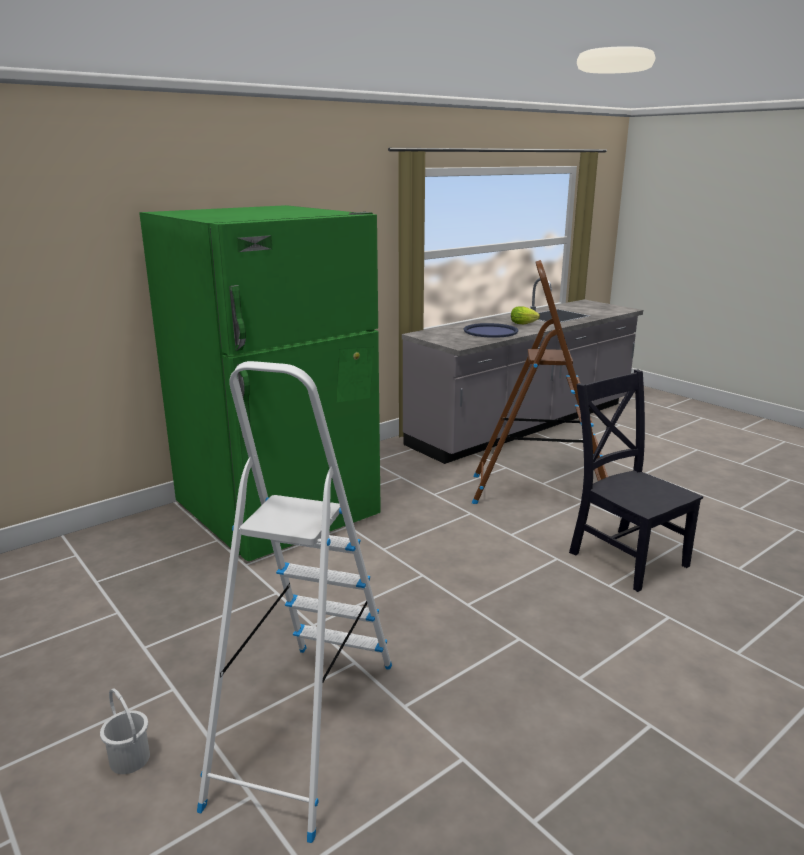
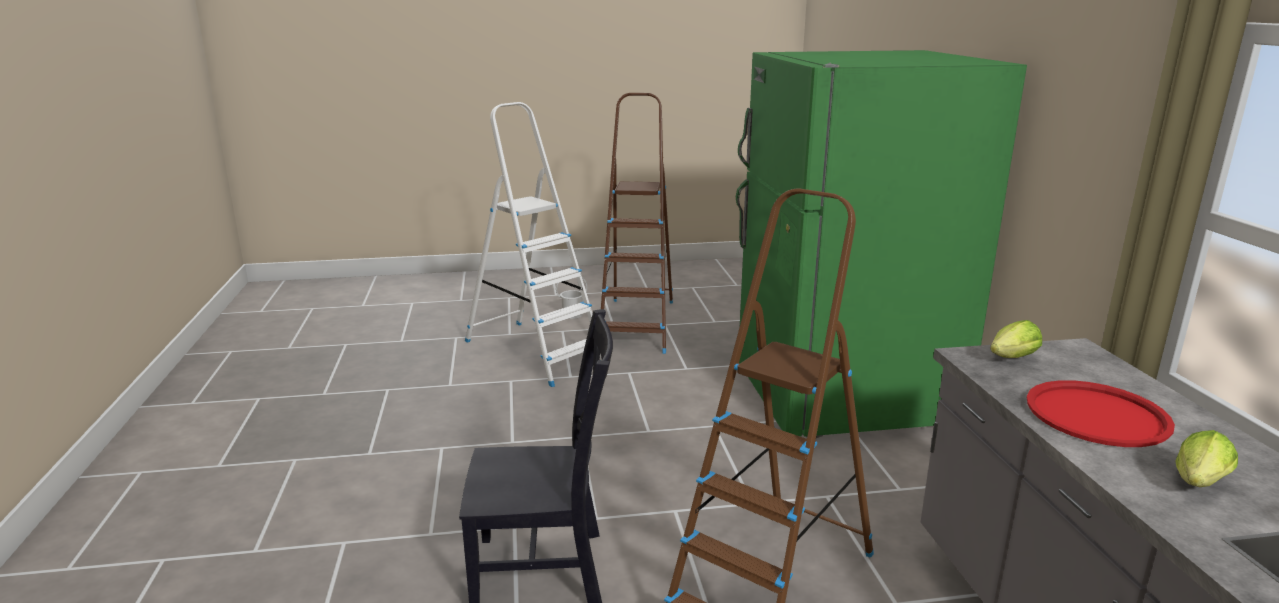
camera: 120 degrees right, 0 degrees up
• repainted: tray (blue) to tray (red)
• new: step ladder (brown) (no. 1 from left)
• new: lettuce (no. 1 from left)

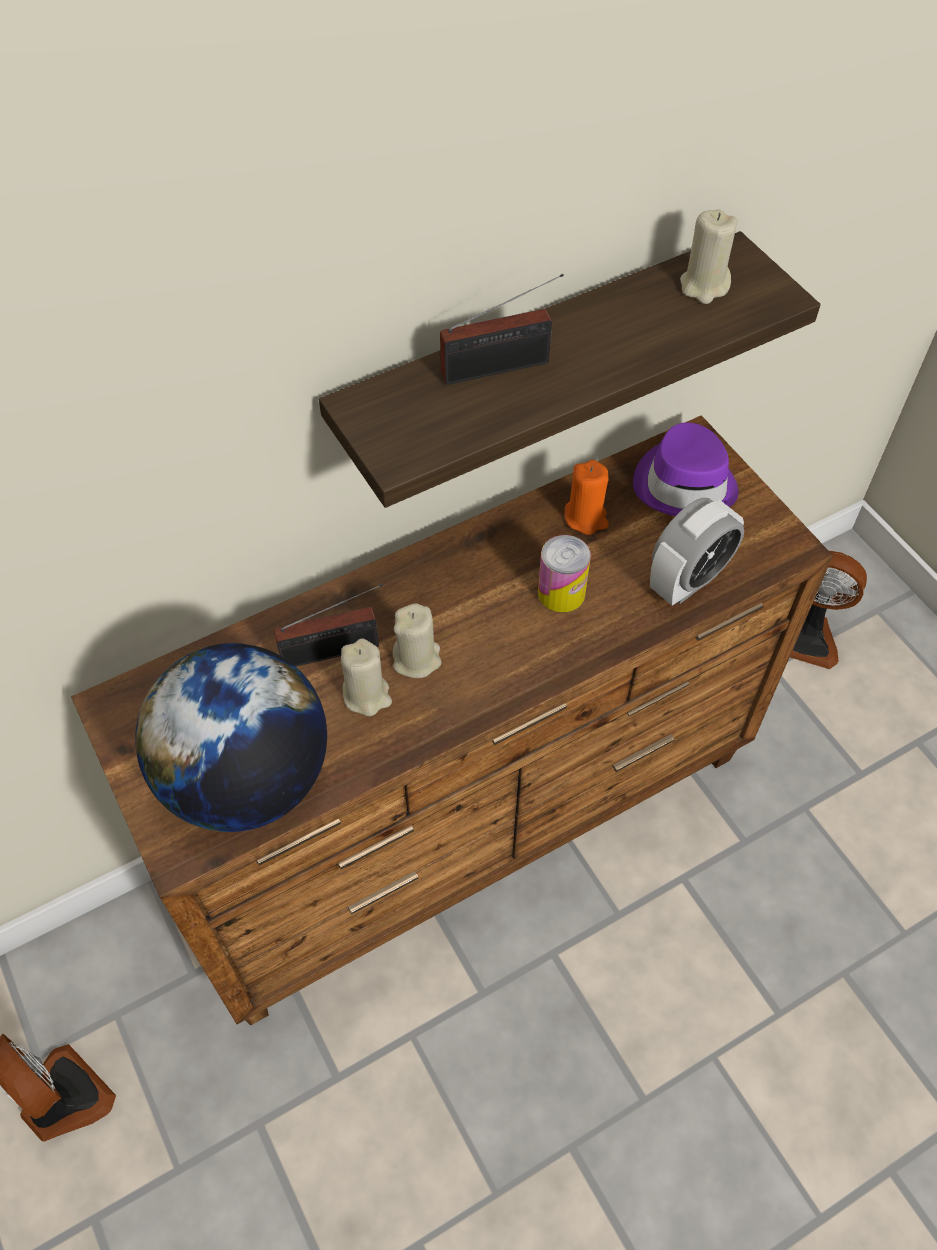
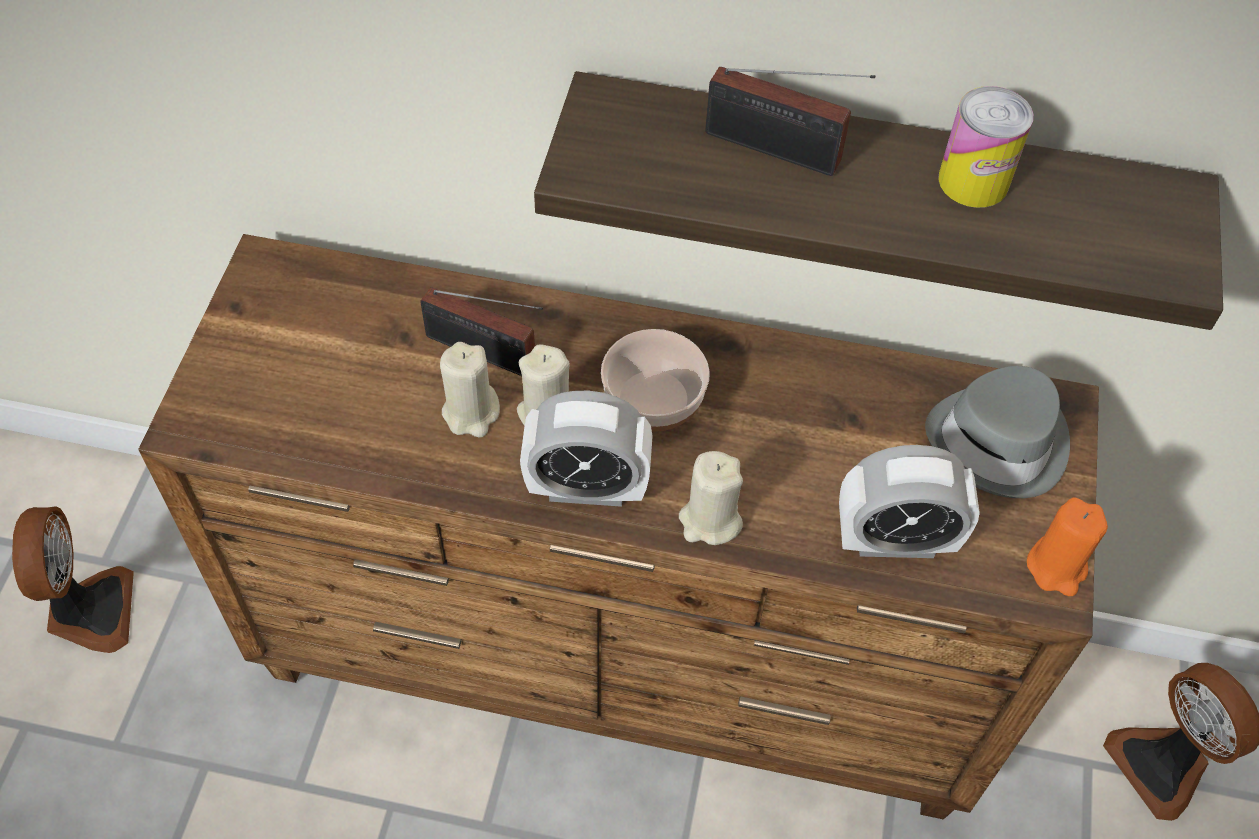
camera: 40 degrees right, 0 degrees up
• gone: globe
• shifted: can
• shifted: candle (orange)
• repainted: hat (purple) to hat (grey)
• shifted: candle (beige) (no. 3 from left)
• new: alarm clock (no. 1 from left)
• new: bowl

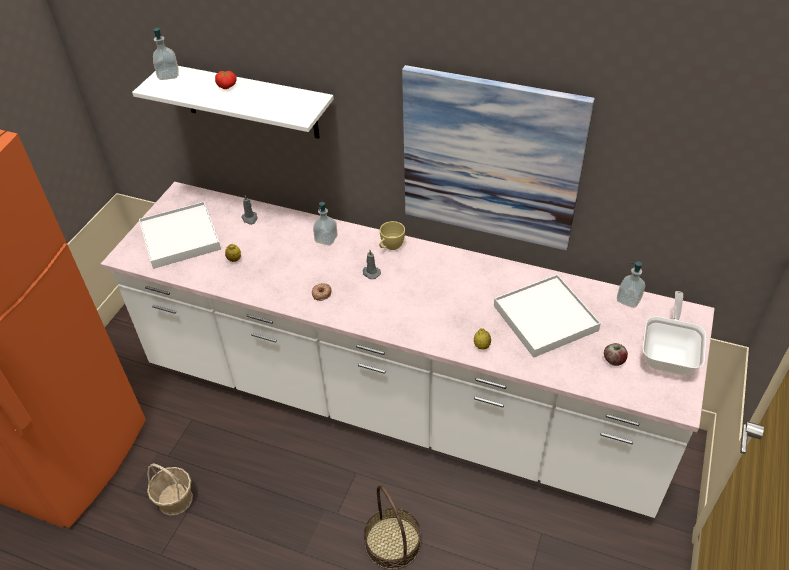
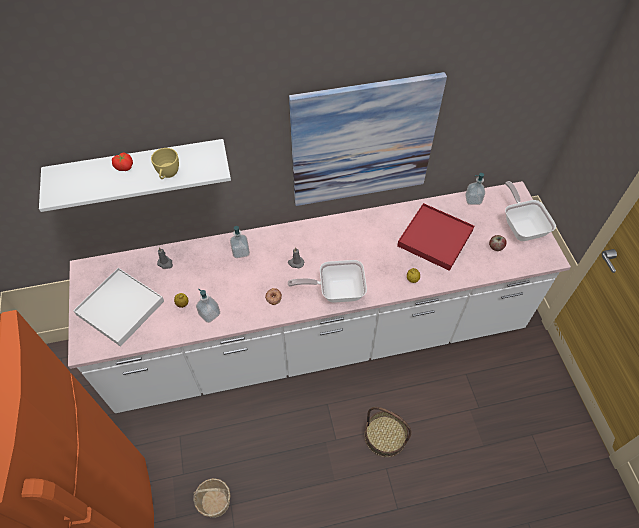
camera: 35 degrees left, 10 degrees up
• shifted: soap dispenser (no. 1 from left)
• shifted: cup (yellow)
• repainted: tray (white) (no. 2 from left) to tray (red)
• new: frying pan (no. 1 from left)

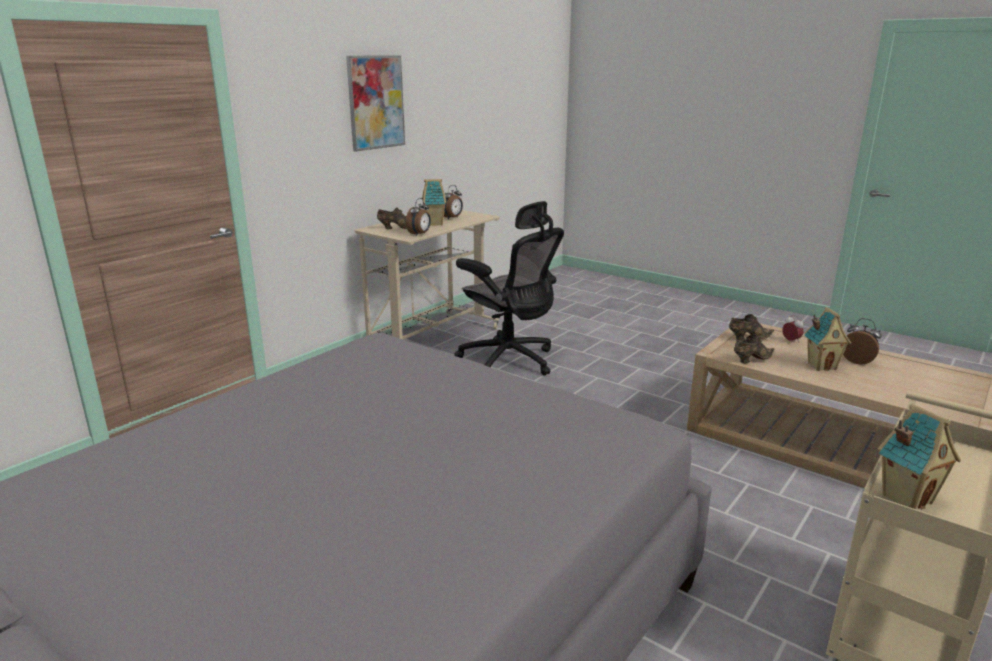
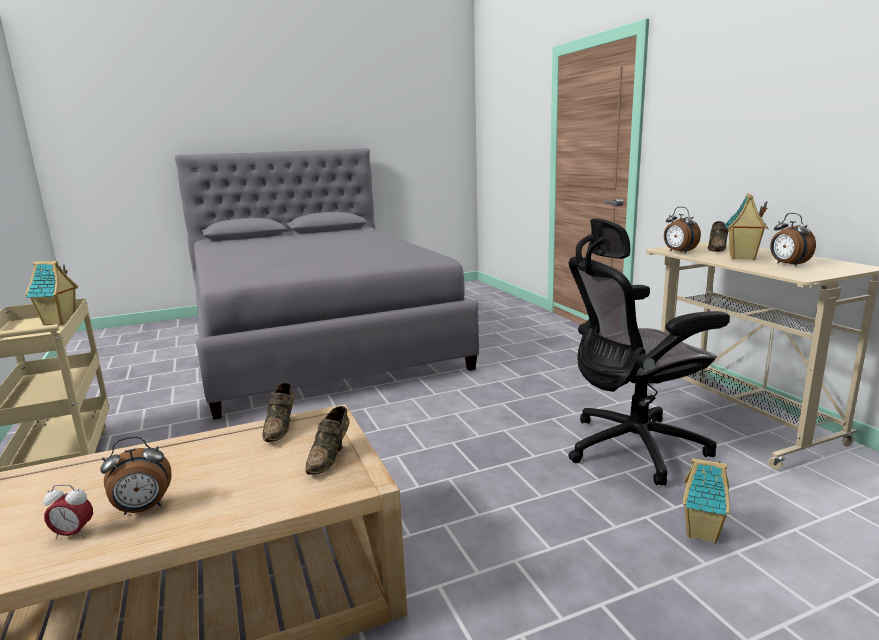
camera: 120 degrees right, 5 degrees down
• gone: picture
• shifted: alarm clock (no. 3 from left in the first image) to alarm clock (no. 1 from left)
• shifted: toy house (no. 2 from left)

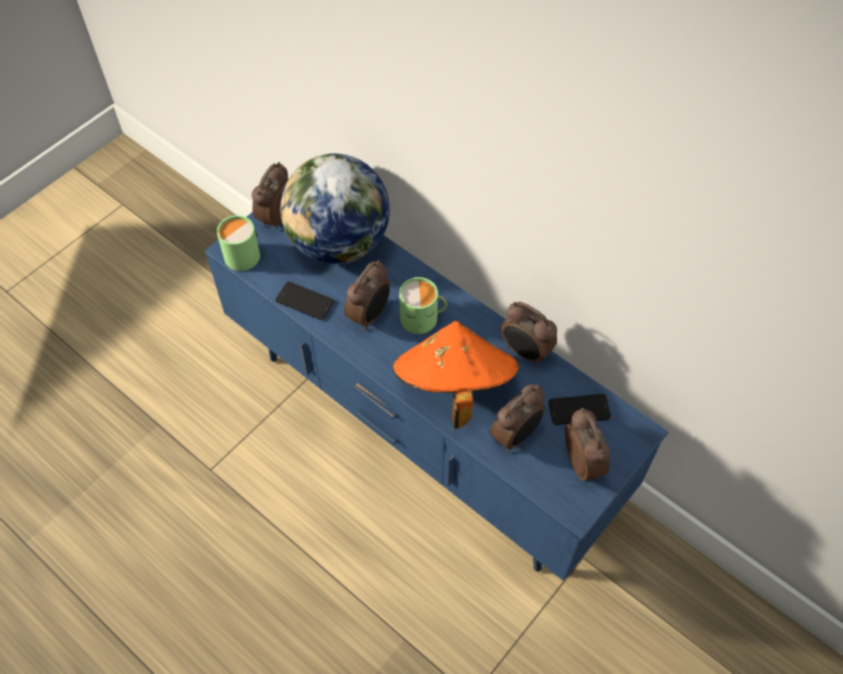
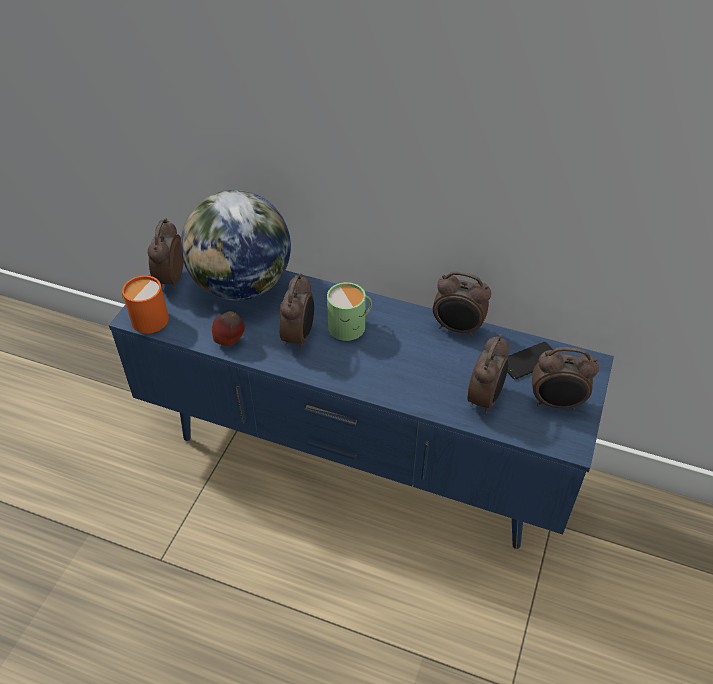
camera: 20 degrees left, 10 degrees down
• repainted: mug (green) (no. 1 from left) to mug (orange)
• swapped: phone (no. 1 from left) to apple
• gone: hat (orange)
• rotated: alarm clock (no. 5 from left) 135 degrees clockwise

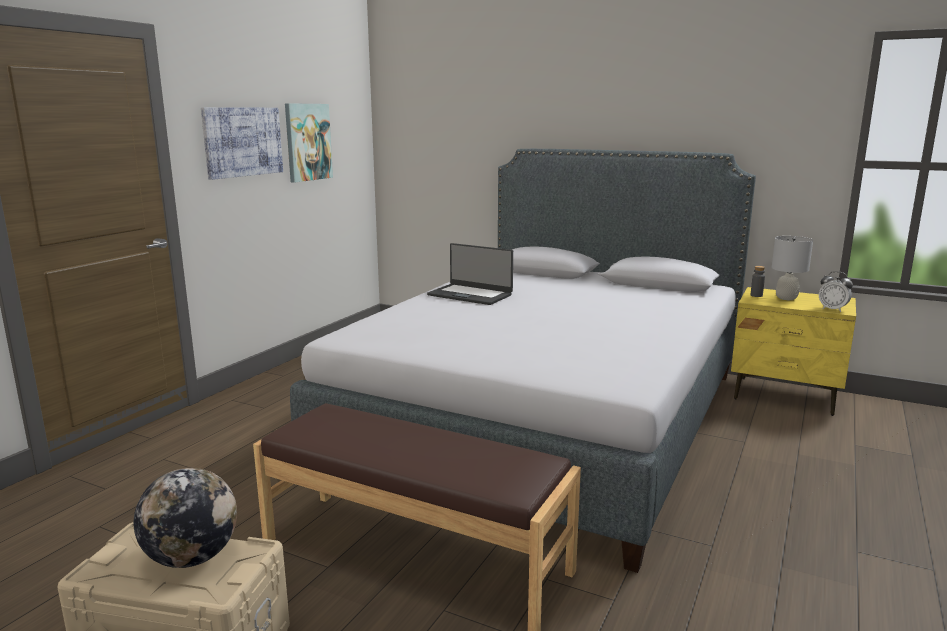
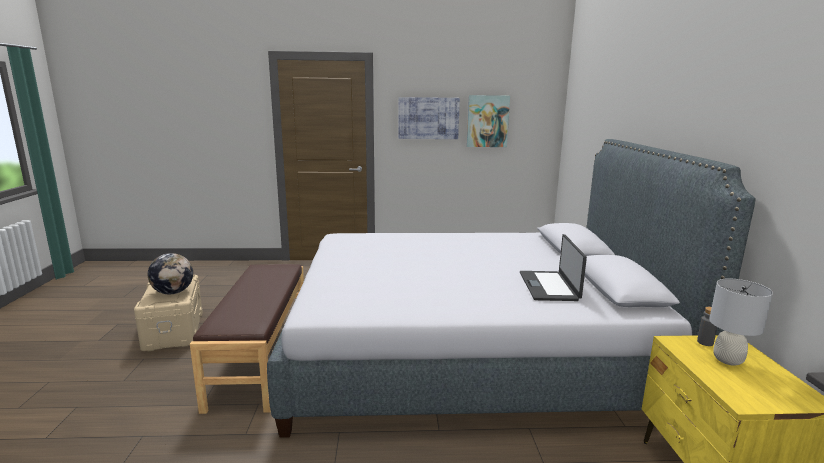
camera: 60 degrees right, 0 degrees up
• shifted: laptop
• gone: alarm clock

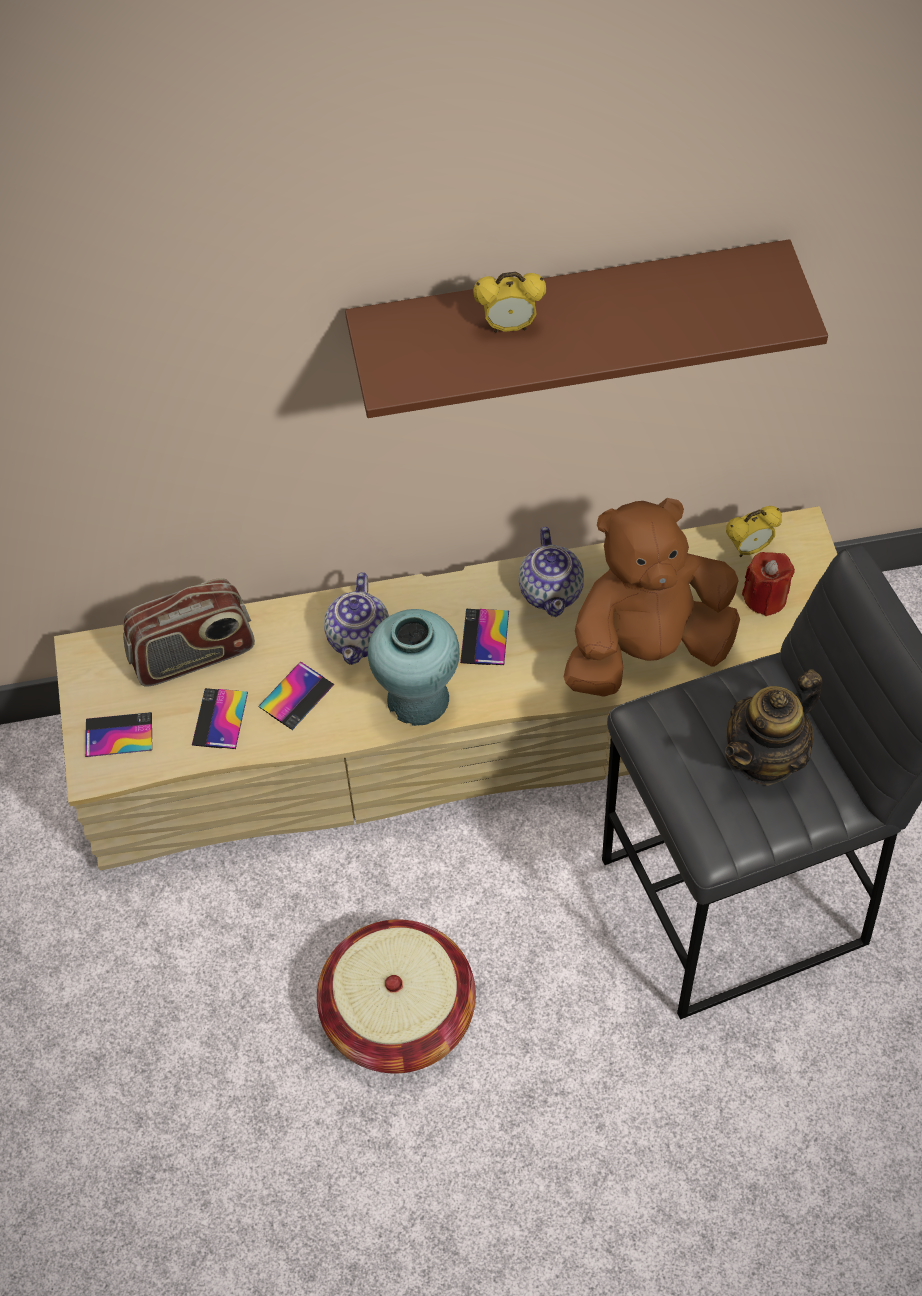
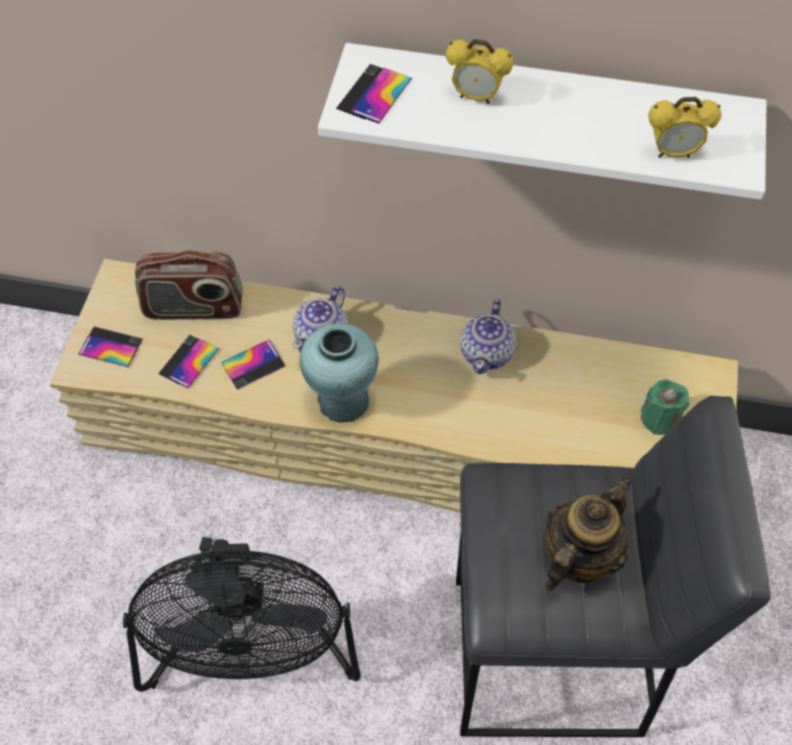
camera: 20 degrees right, 0 degrees up
• swapped: basket to fan (black)
• repainted: shelf (brown) to shelf (white)
• shifted: phone (no. 4 from left)
• gone: plush toy (brown)
• rotated: teapot (no. 3 from left) 150 degrees clockwise
• shifted: alarm clock (no. 2 from left)
• repainted: candle (red) to candle (green)

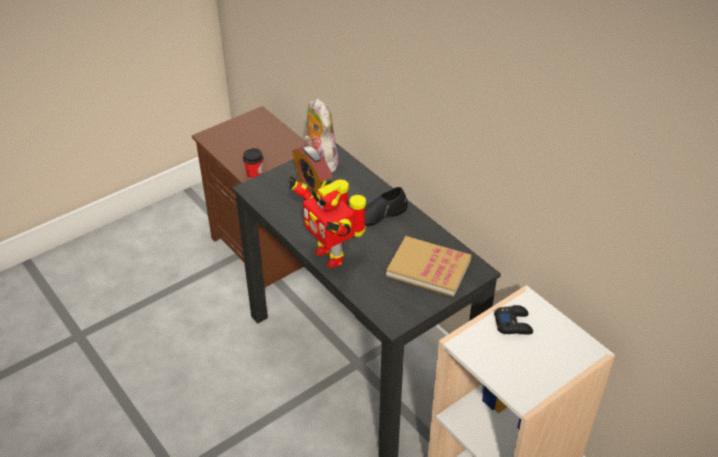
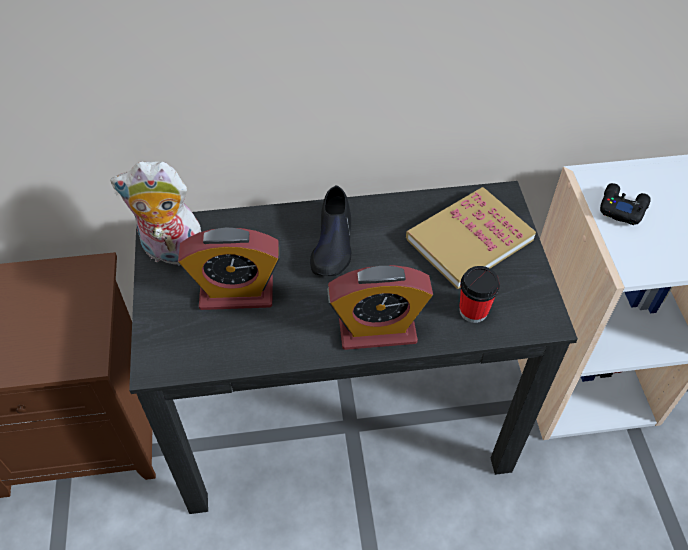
camera: 60 degrees left, 10 degrees up
• shifted: cup
• swapped: toy robot to alarm clock (no. 2 from left)

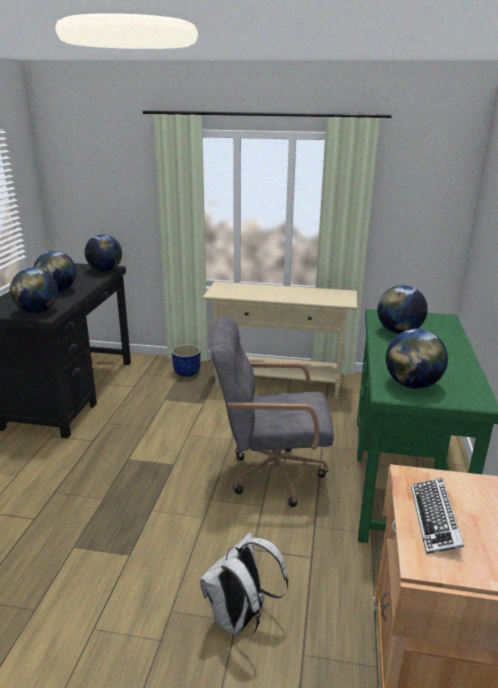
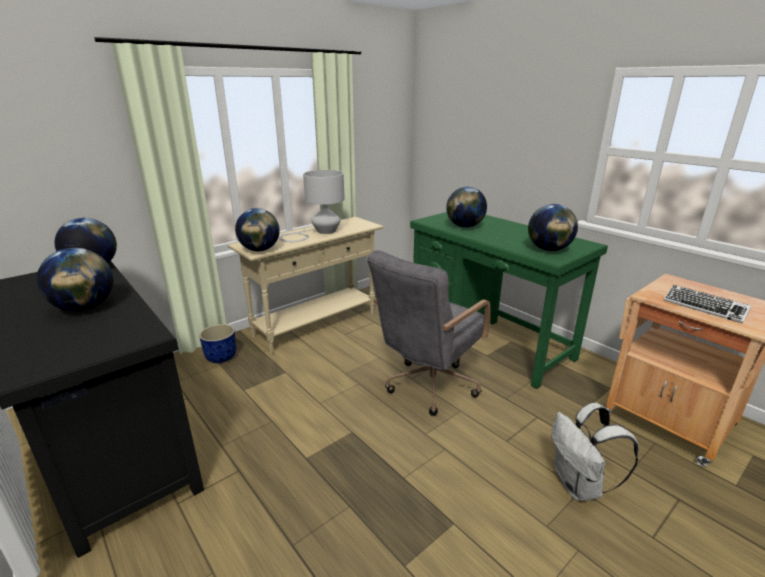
camera: 50 degrees left, 0 degrees up
• shifted: globe (no. 1 from left in the first image) to globe (no. 3 from left)
• new: table lamp (grey)

